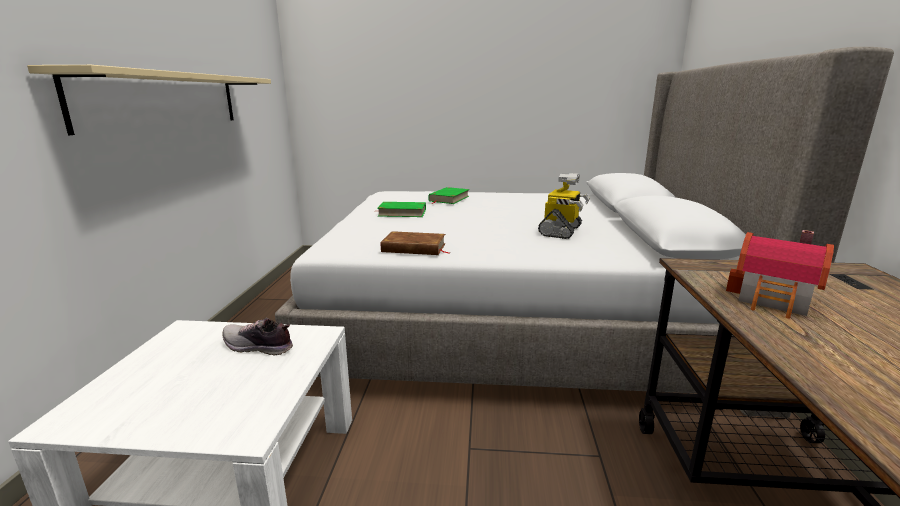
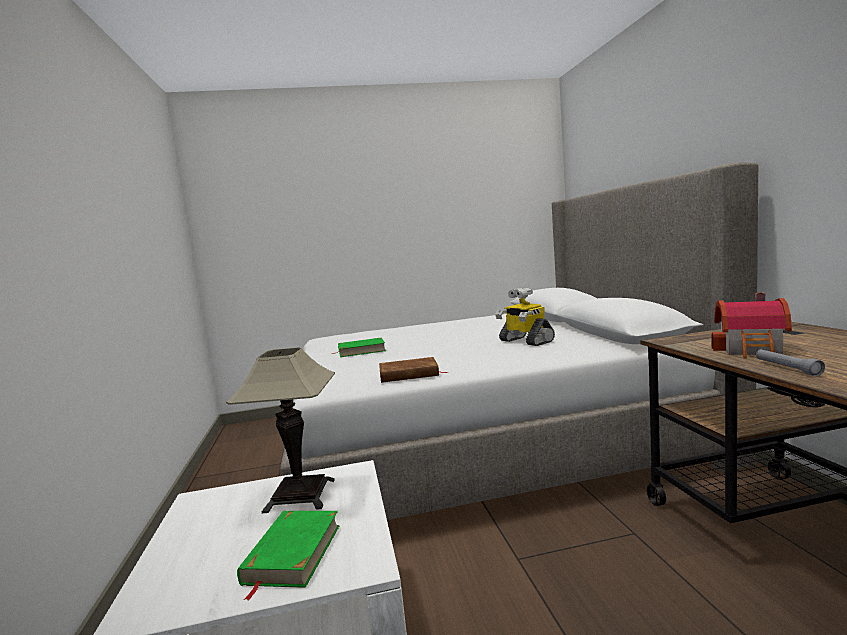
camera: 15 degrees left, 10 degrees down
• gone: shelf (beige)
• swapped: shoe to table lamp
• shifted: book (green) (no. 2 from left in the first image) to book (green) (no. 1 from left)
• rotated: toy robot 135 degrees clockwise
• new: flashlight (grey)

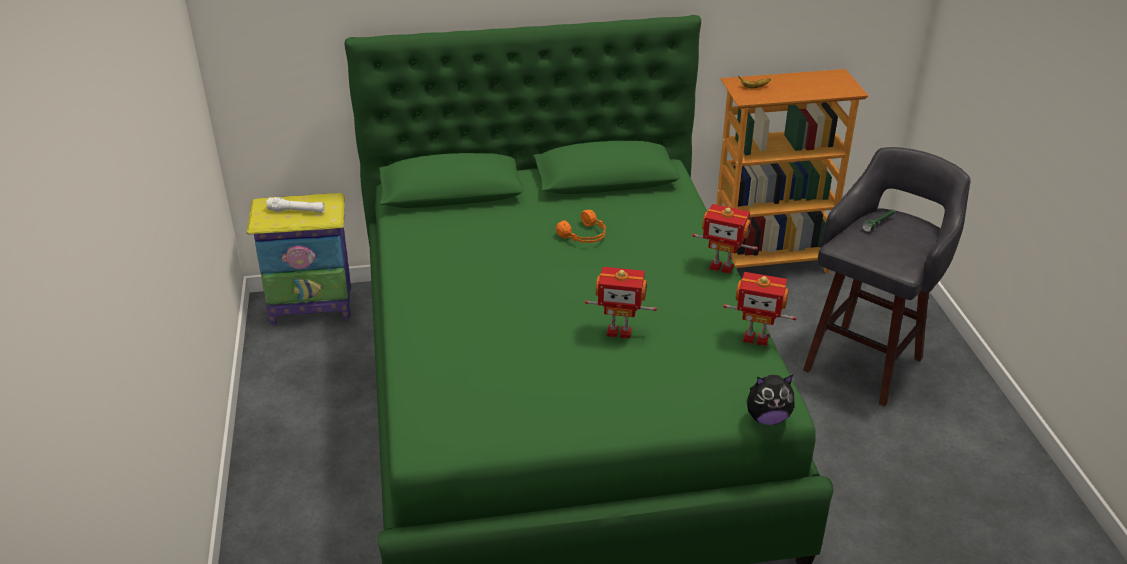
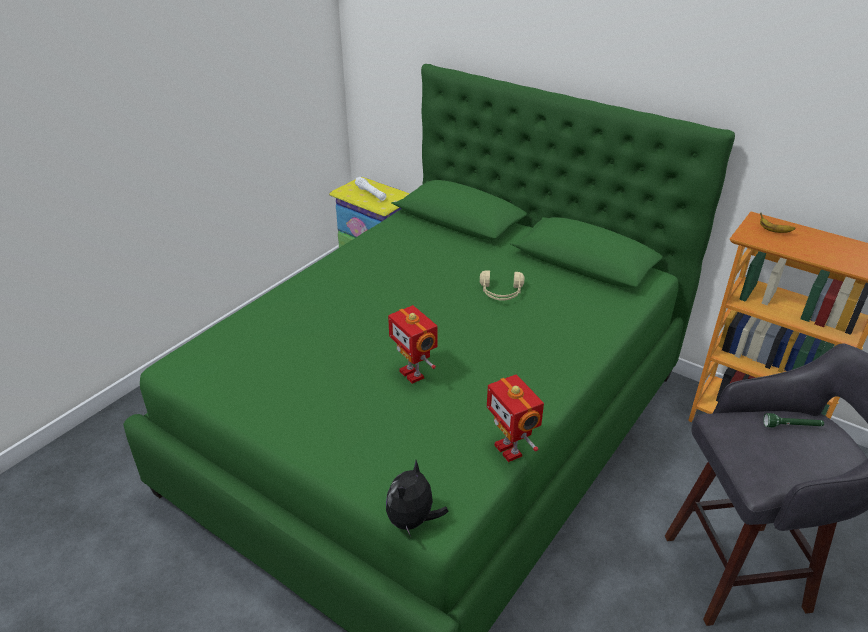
camera: 45 degrees right, 0 degrees up
• repainted: headphones (orange) to headphones (beige)
• gone: toy robot (no. 2 from left)
• rotated: plush toy 75 degrees clockwise

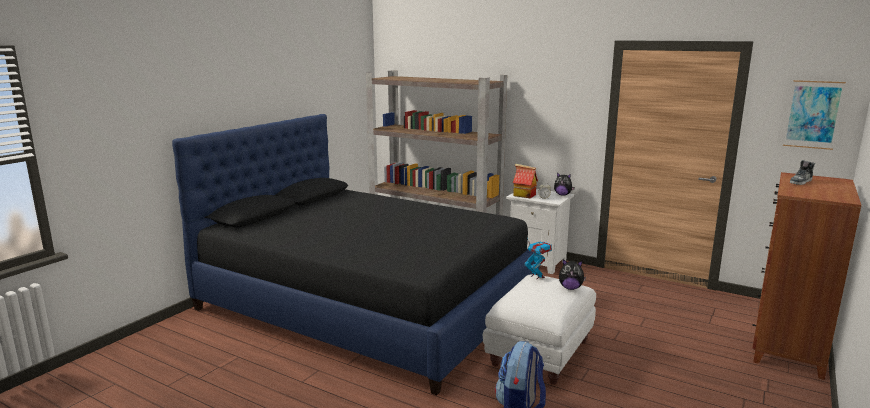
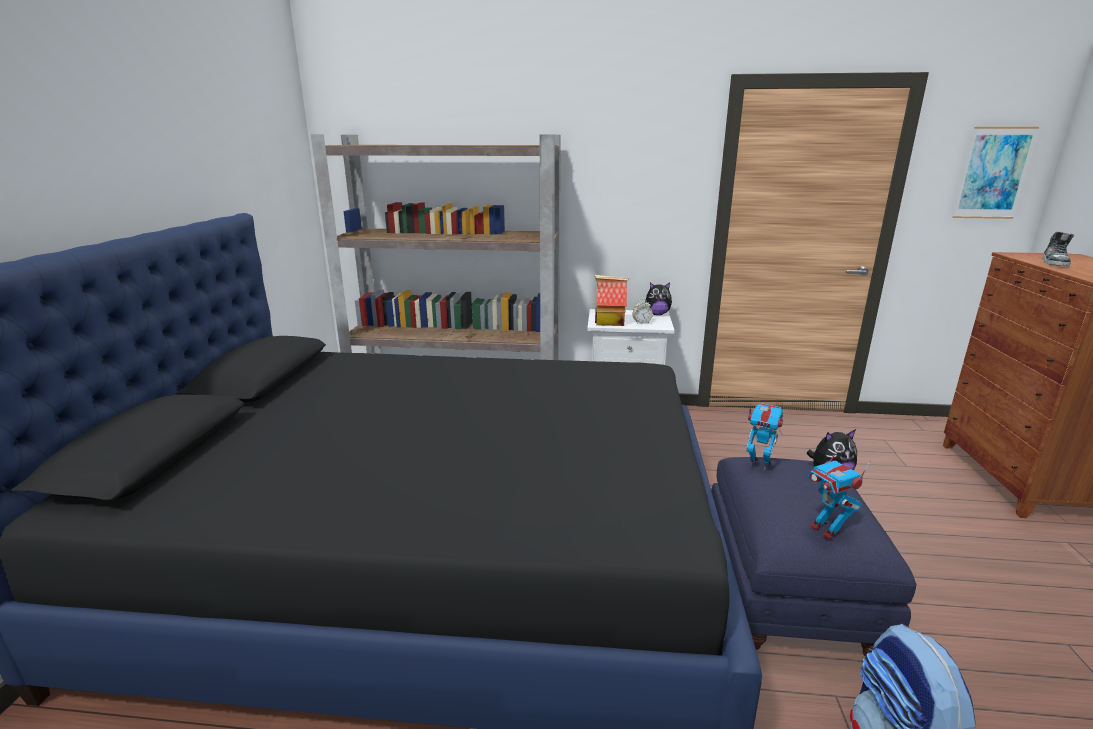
camera: 25 degrees left, 5 degrees up
• repainted: ottoman (white) to ottoman (blue)
• new: toy robot (no. 2 from left)

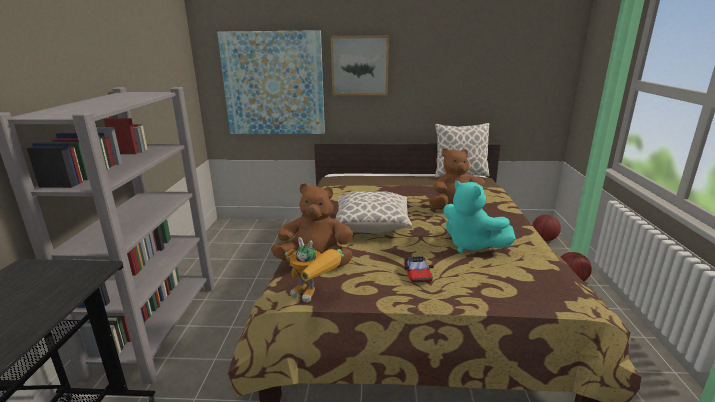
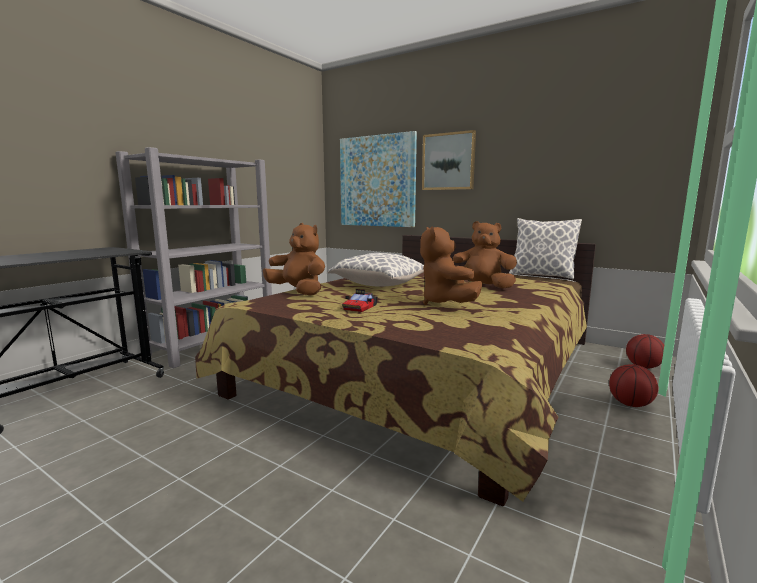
camera: 30 degrees right, 10 degrees down
• gone: toy robot
• repainted: plush toy (turquoise) to plush toy (brown) (no. 2 from left)

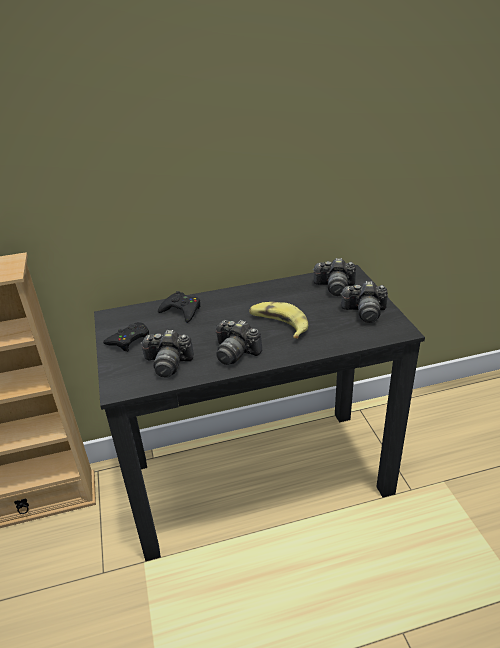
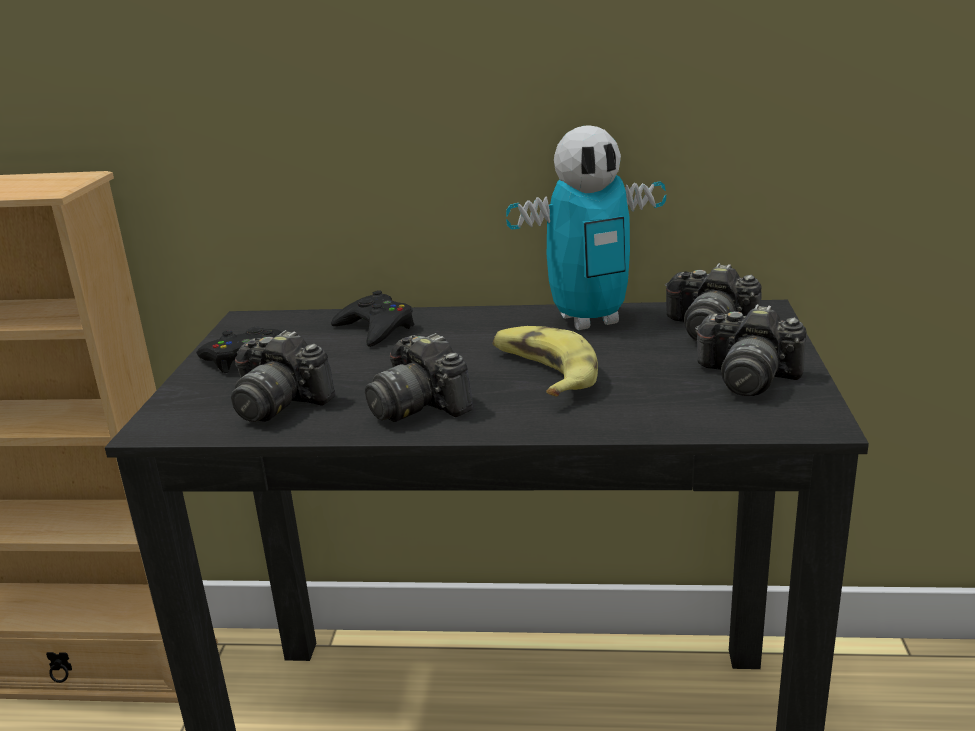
camera: 20 degrees right, 10 degrees down
• new: toy robot

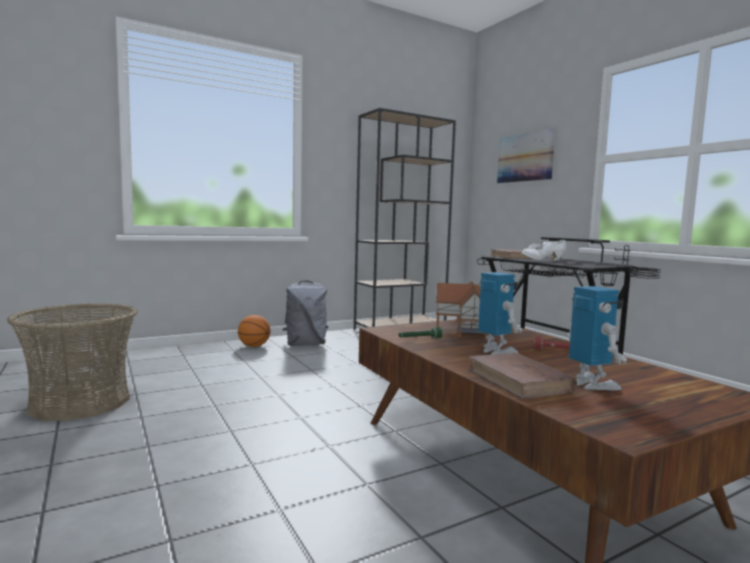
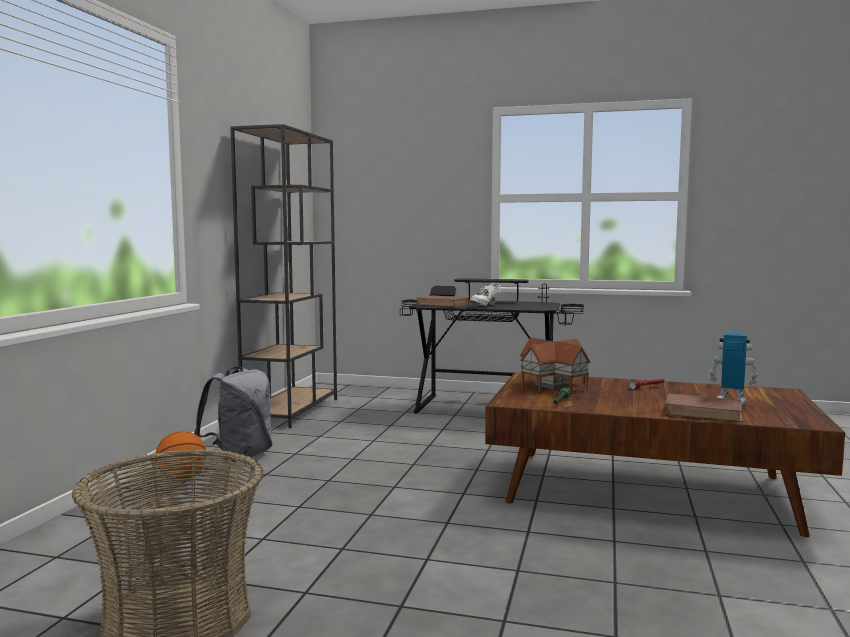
camera: 45 degrees left, 0 degrees up
• gone: toy robot (no. 1 from left)
• gone: picture

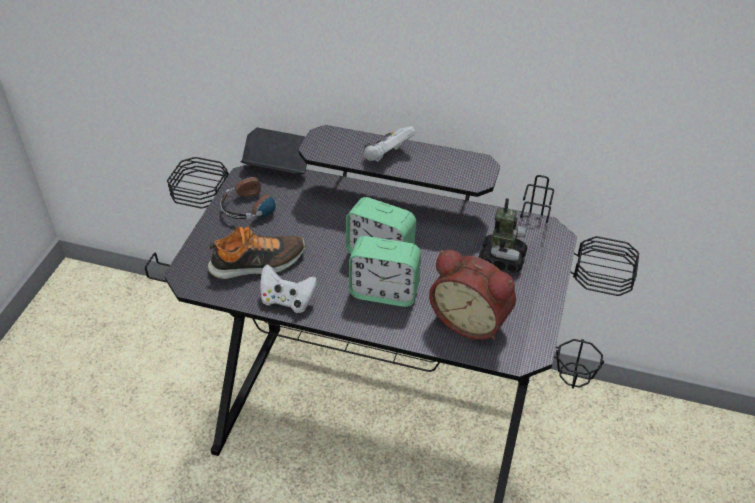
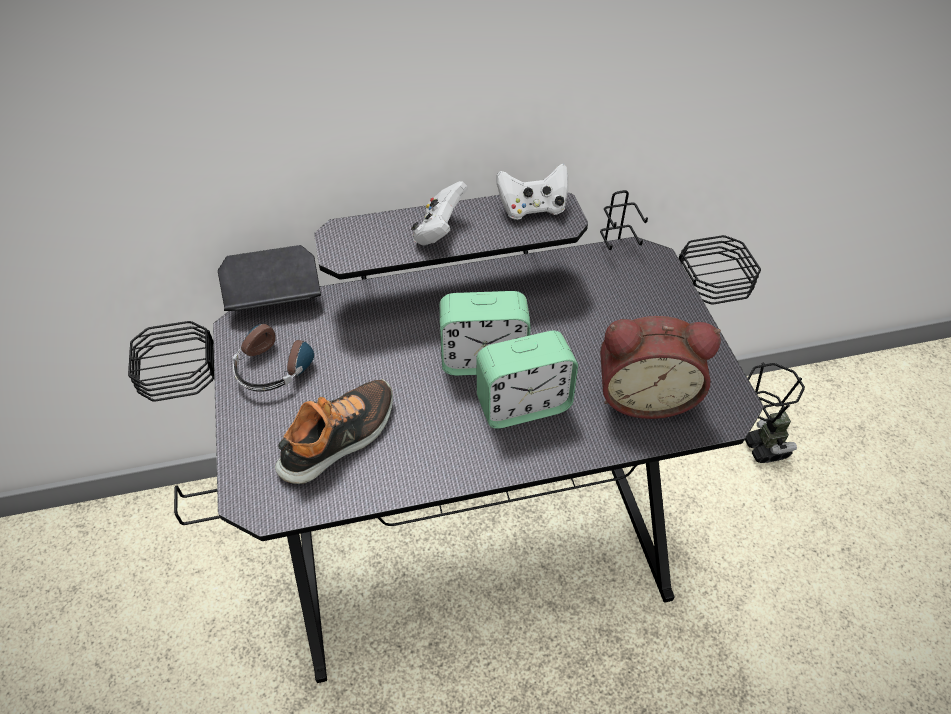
camera: 30 degrees left, 5 degrees up
• shifted: game controller (white) (no. 1 from left in the first image) to game controller (white) (no. 2 from left)
• shifted: toy robot

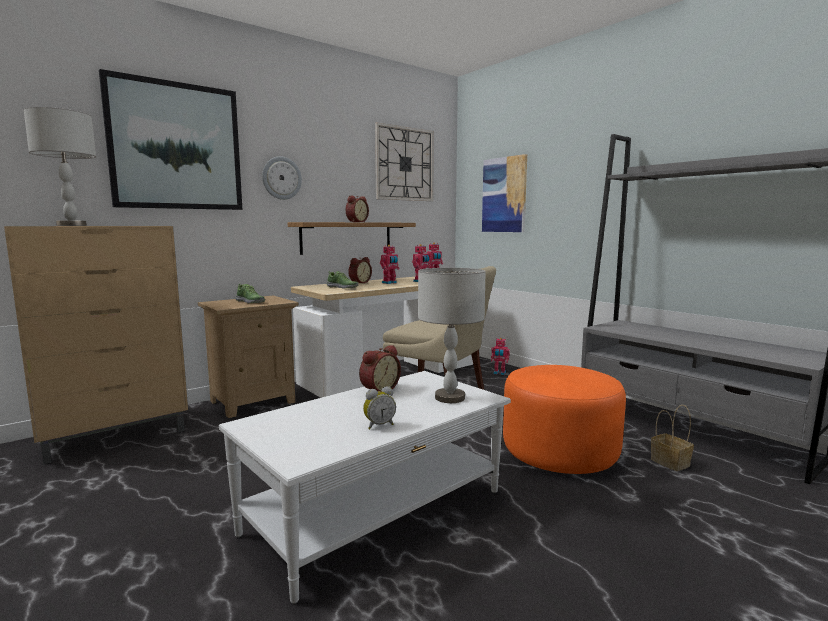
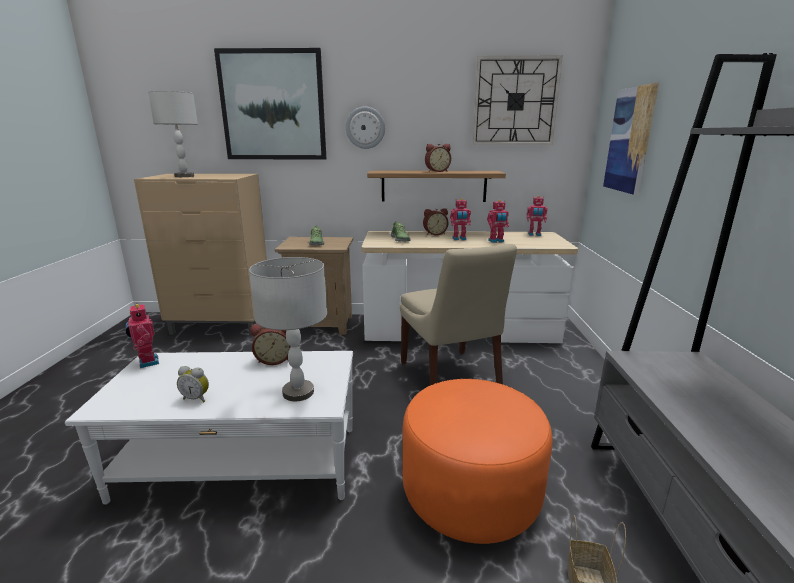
camera: 40 degrees right, 10 degrees up
• shifted: toy robot (no. 4 from left in the first image) to toy robot (no. 1 from left)

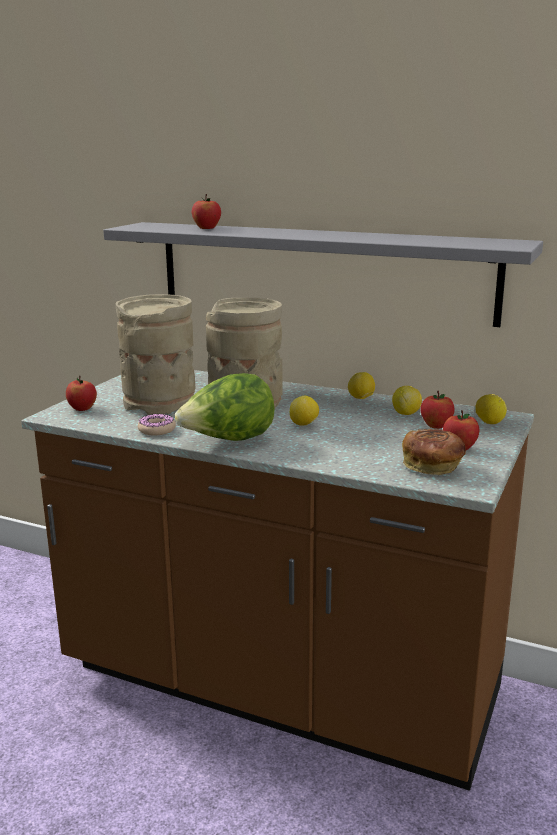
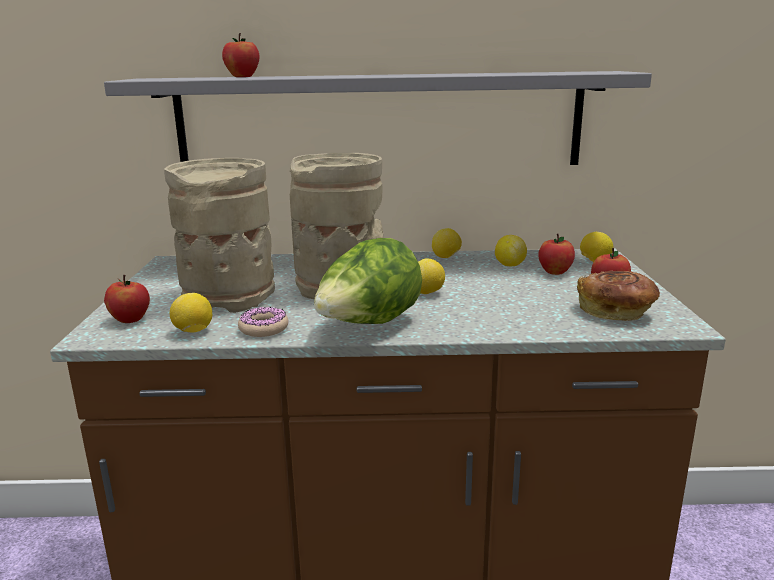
camera: 25 degrees left, 0 degrees up
• new: lemon (no. 1 from left)

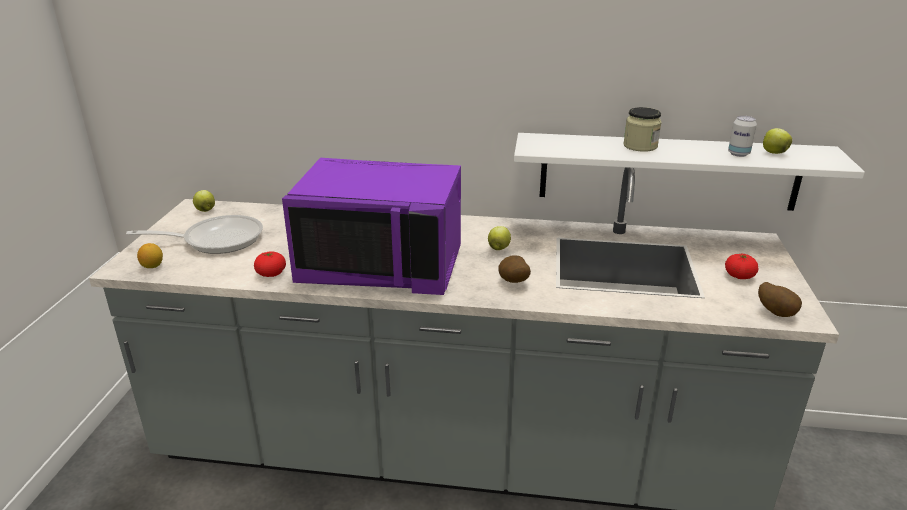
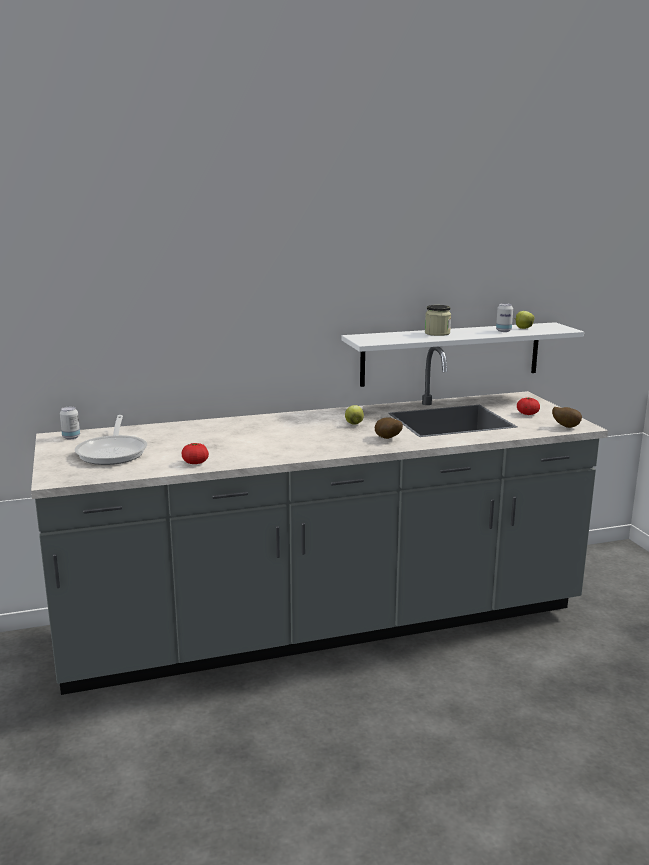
camera: 25 degrees left, 10 degrees down
• rotated: frying pan 120 degrees clockwise
• gone: lemon
• swapped: apple (no. 1 from left) to can (no. 1 from left)
• gone: microwave (purple)

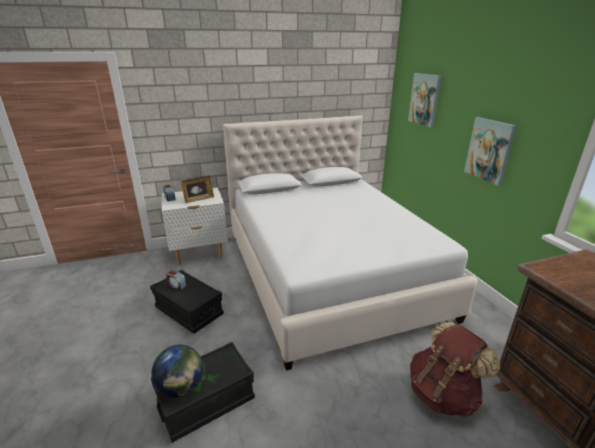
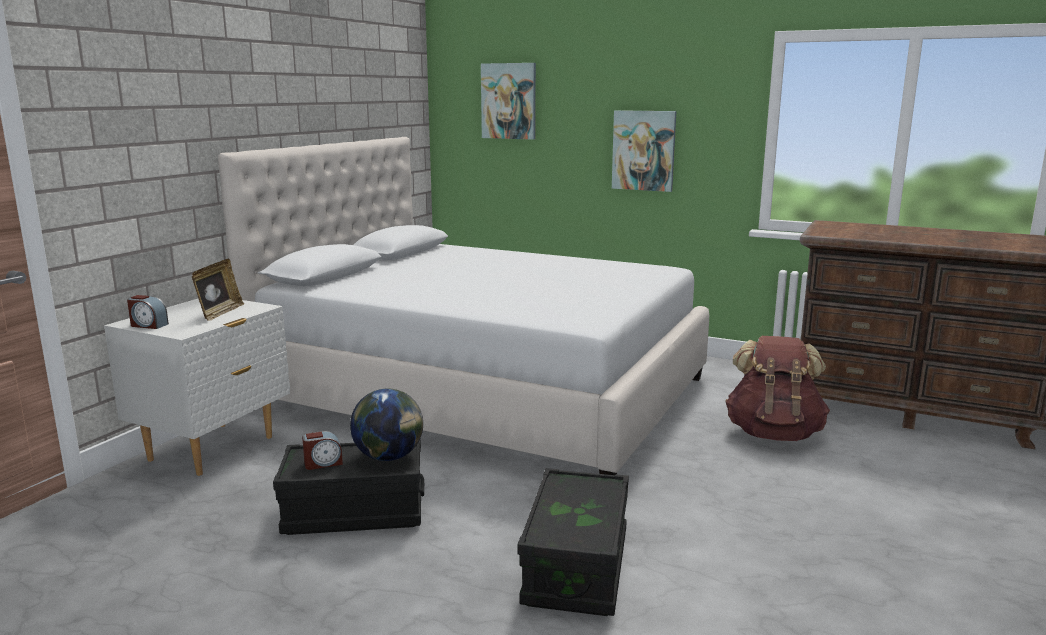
camera: 45 degrees left, 10 degrees down
• shifted: globe

